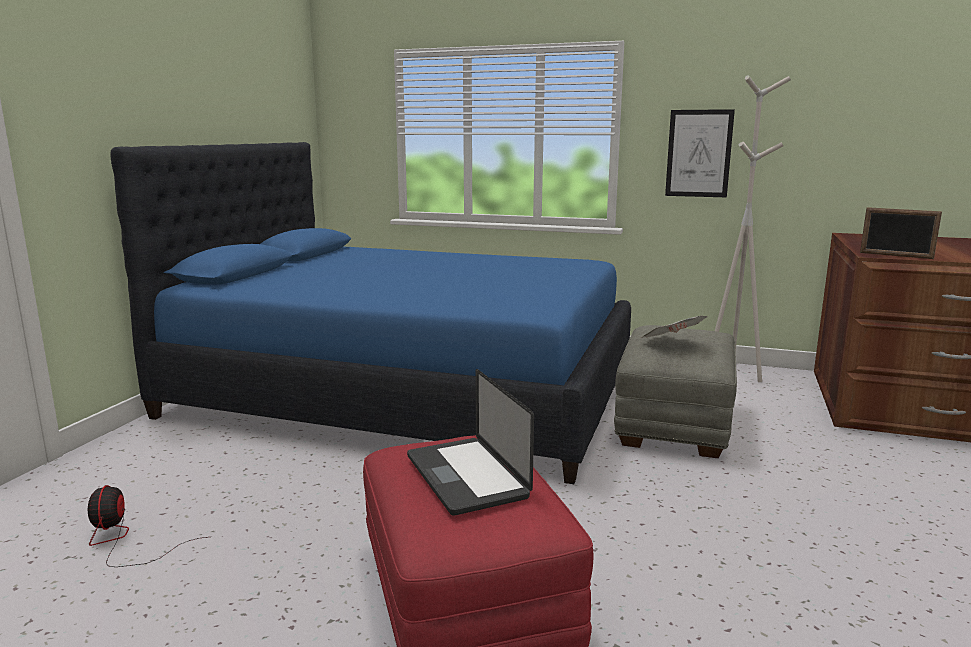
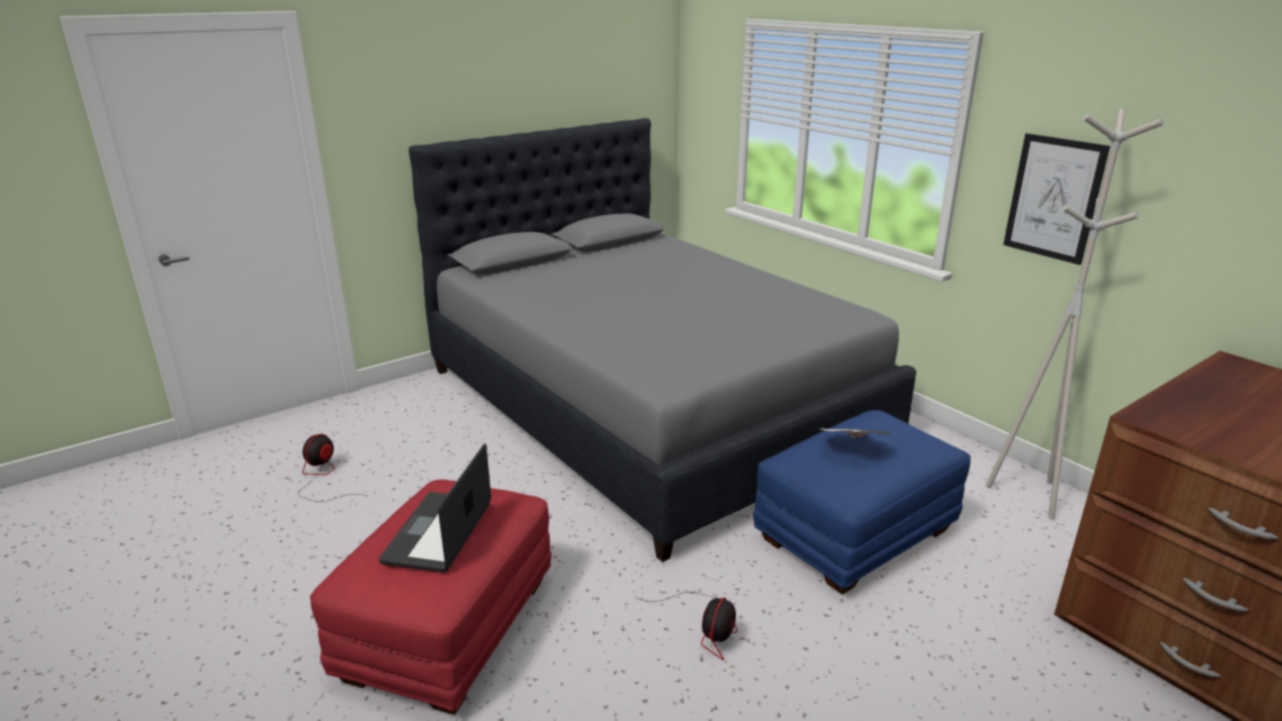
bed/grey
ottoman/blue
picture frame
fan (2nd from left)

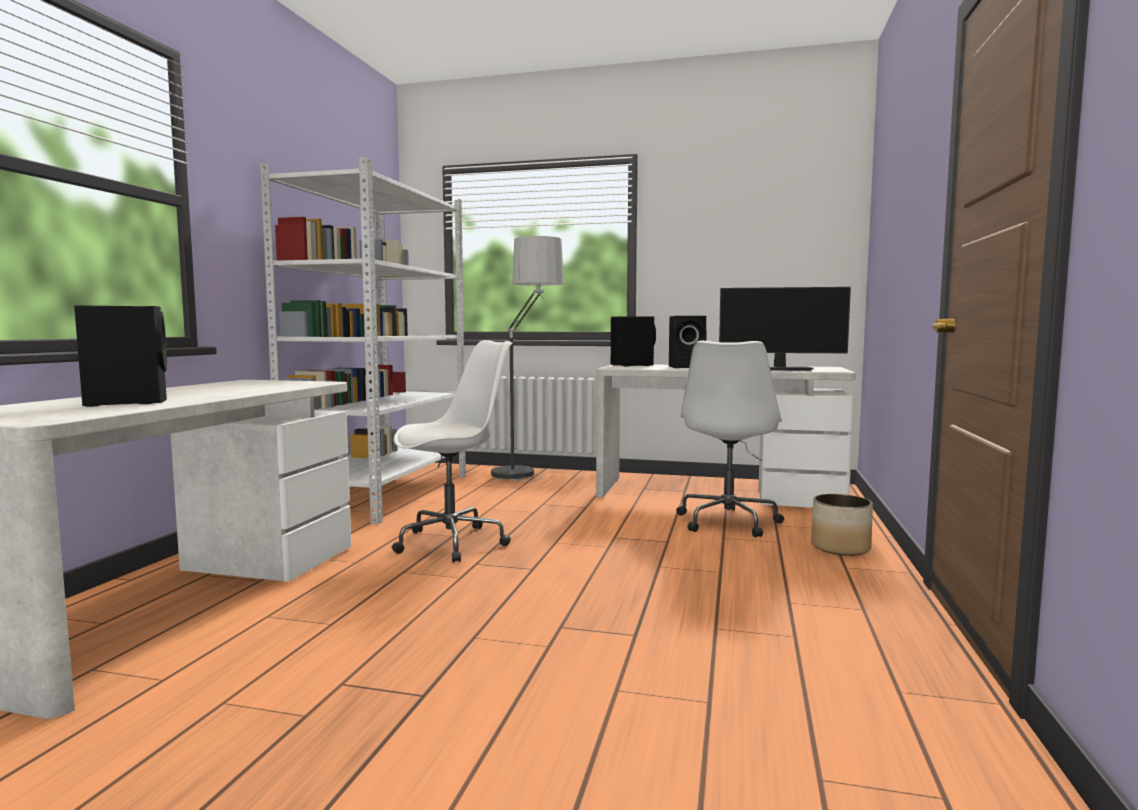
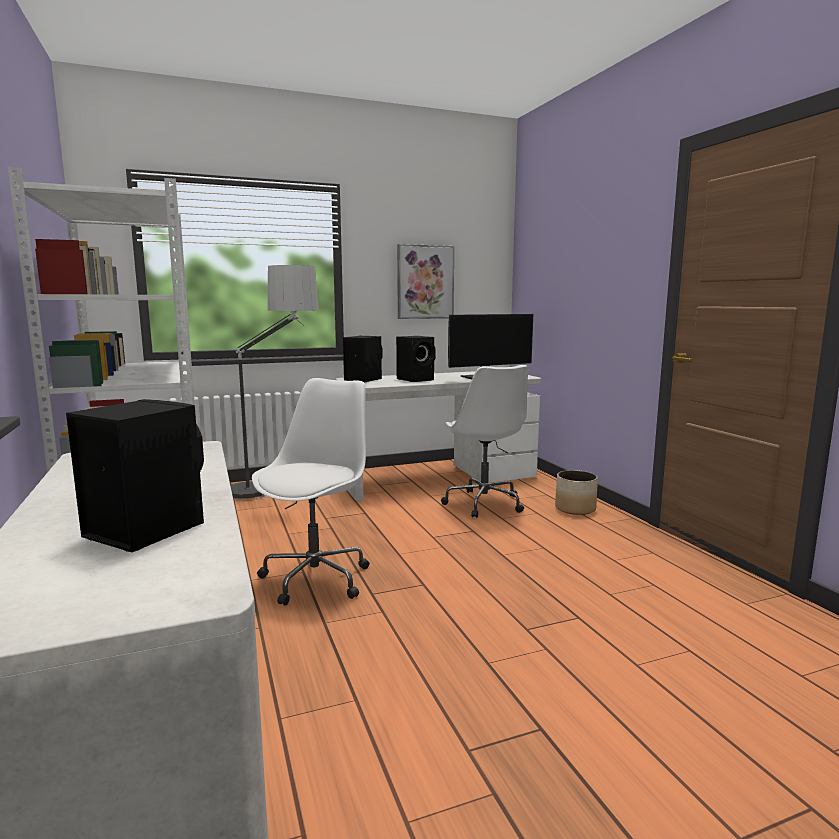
picture

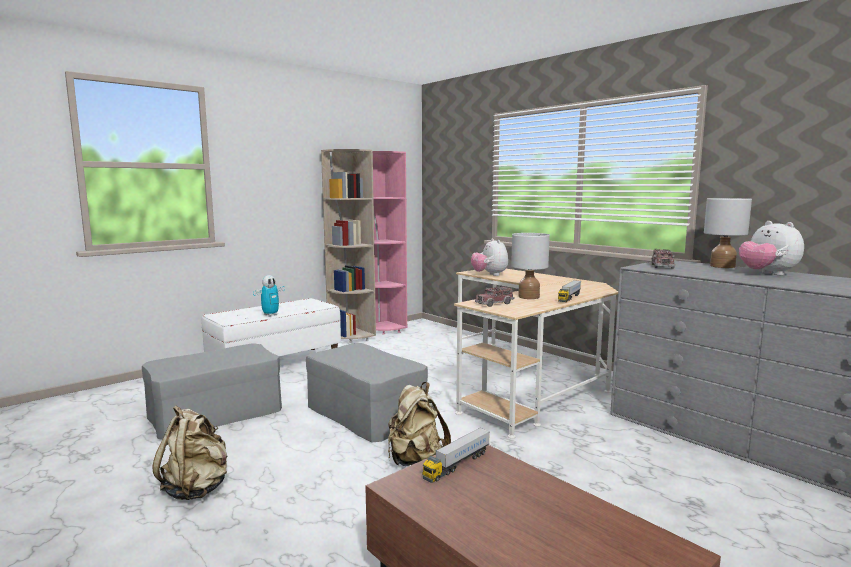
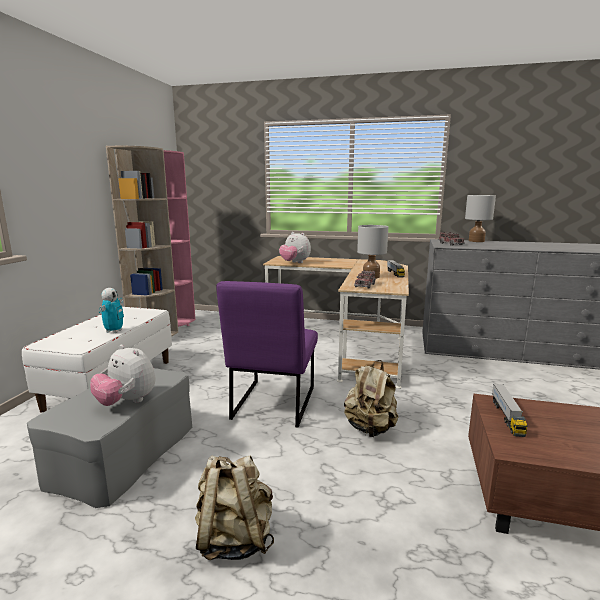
chair/purple
plush toy (1st from left)

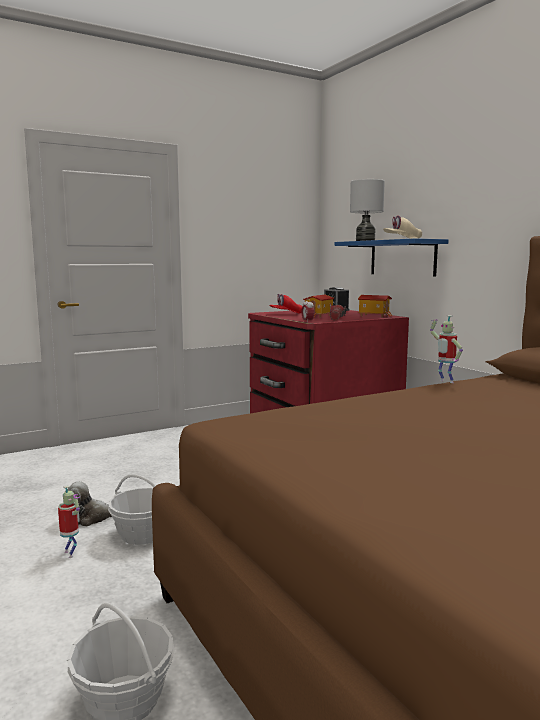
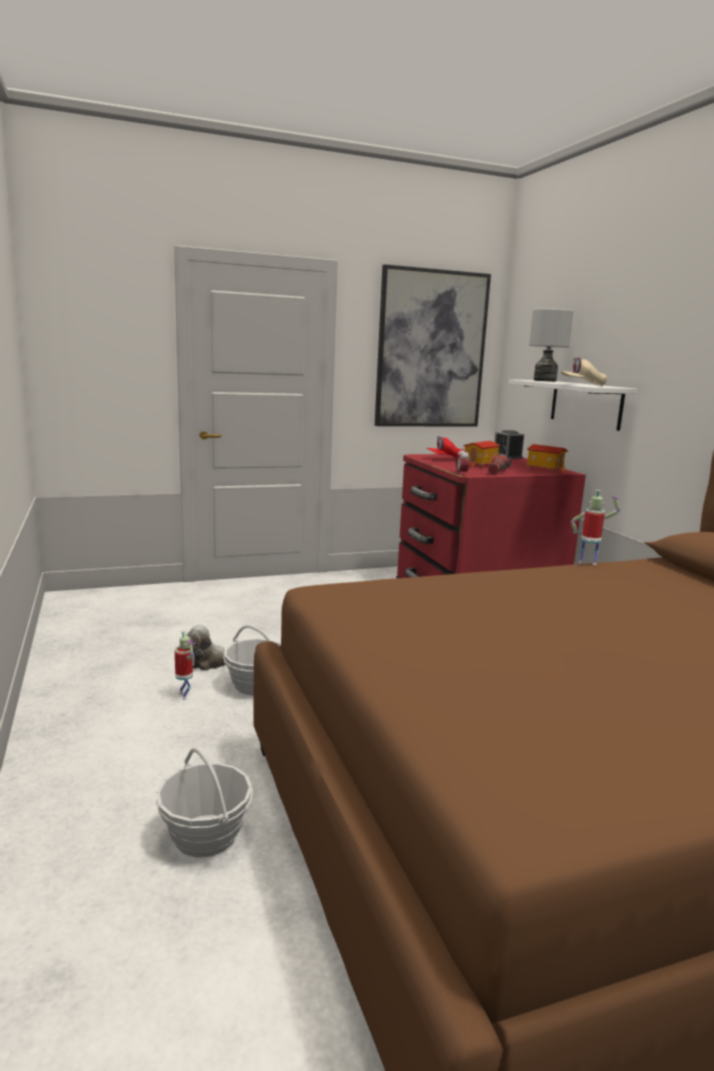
shelf/white
toy robot (2nd from left)
picture

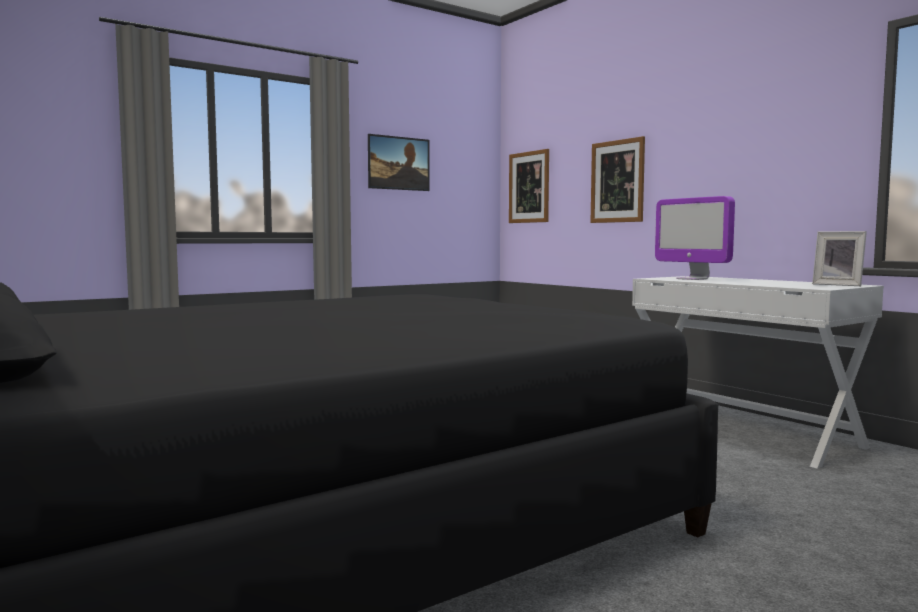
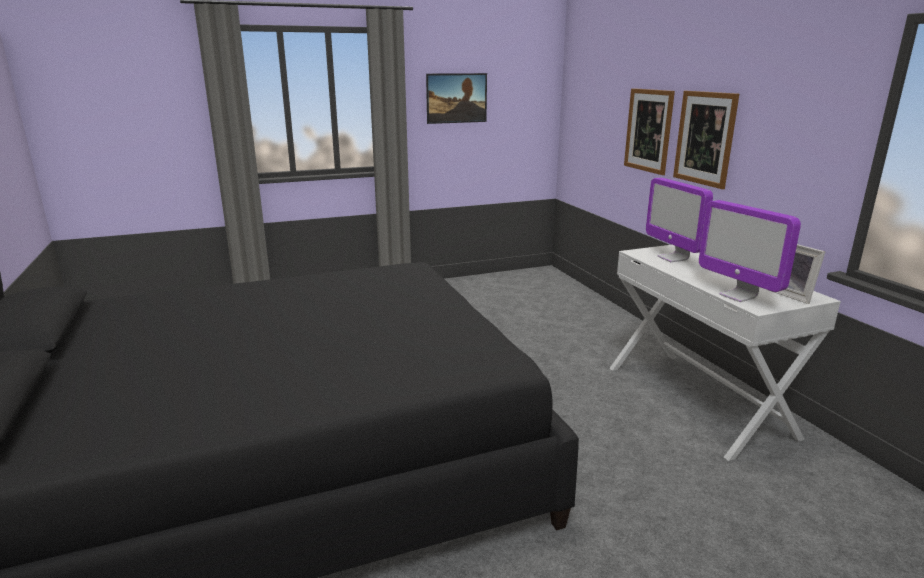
picture (3rd from left)
monitor (2nd from left)

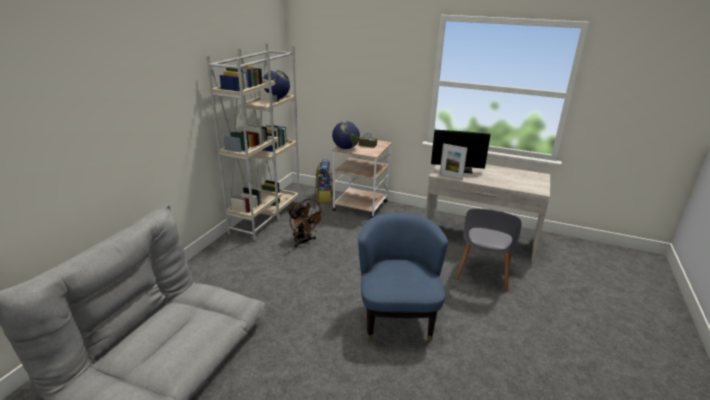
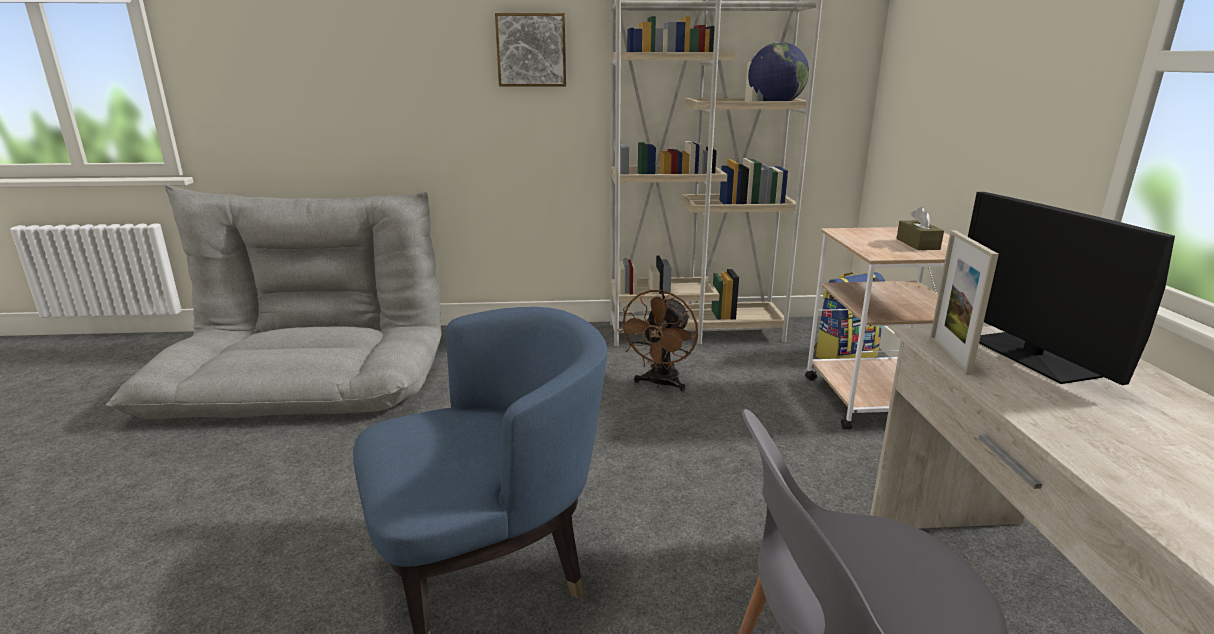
globe (2nd from left in the first image)
picture

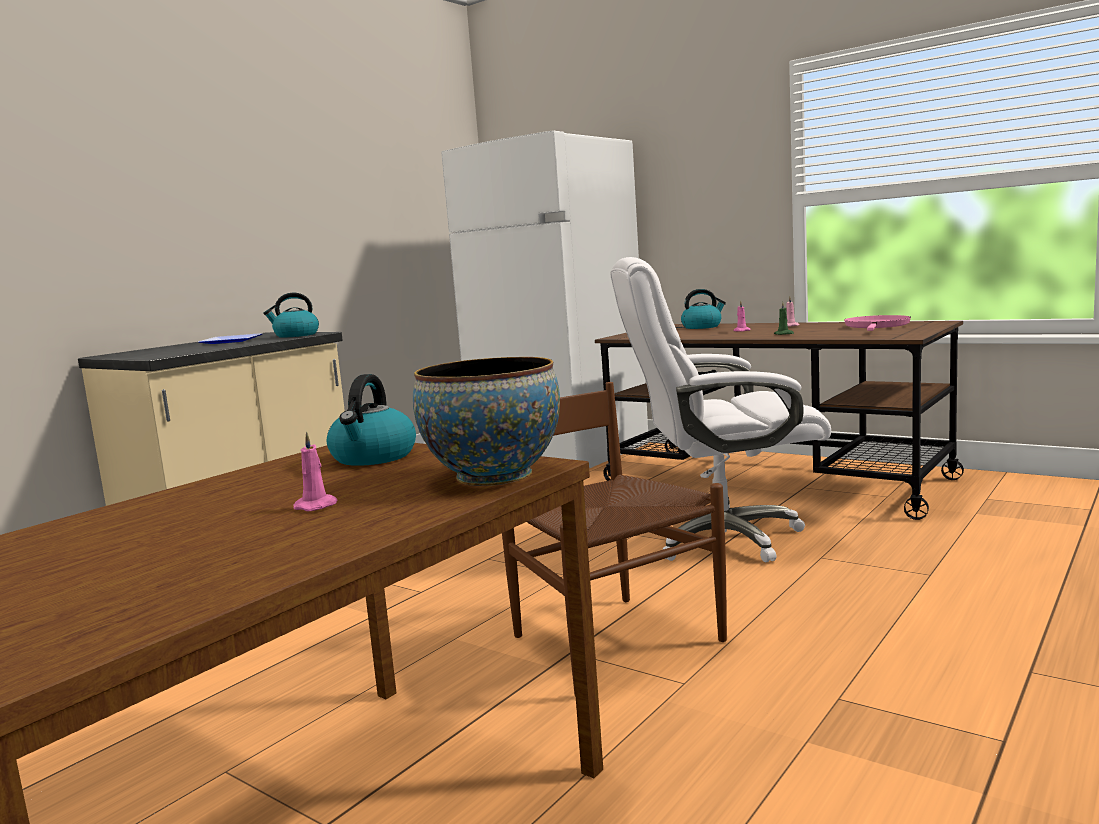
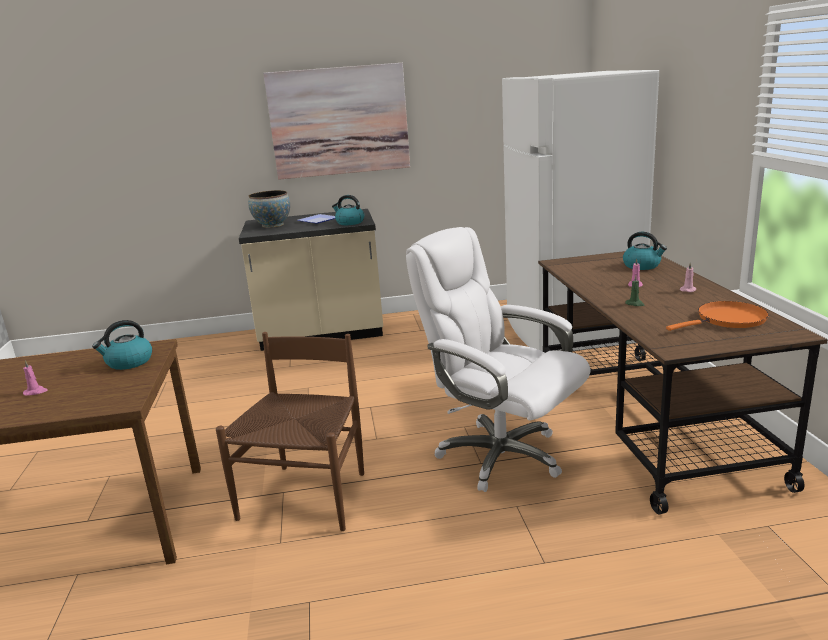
bowl
frying pan/orange
picture

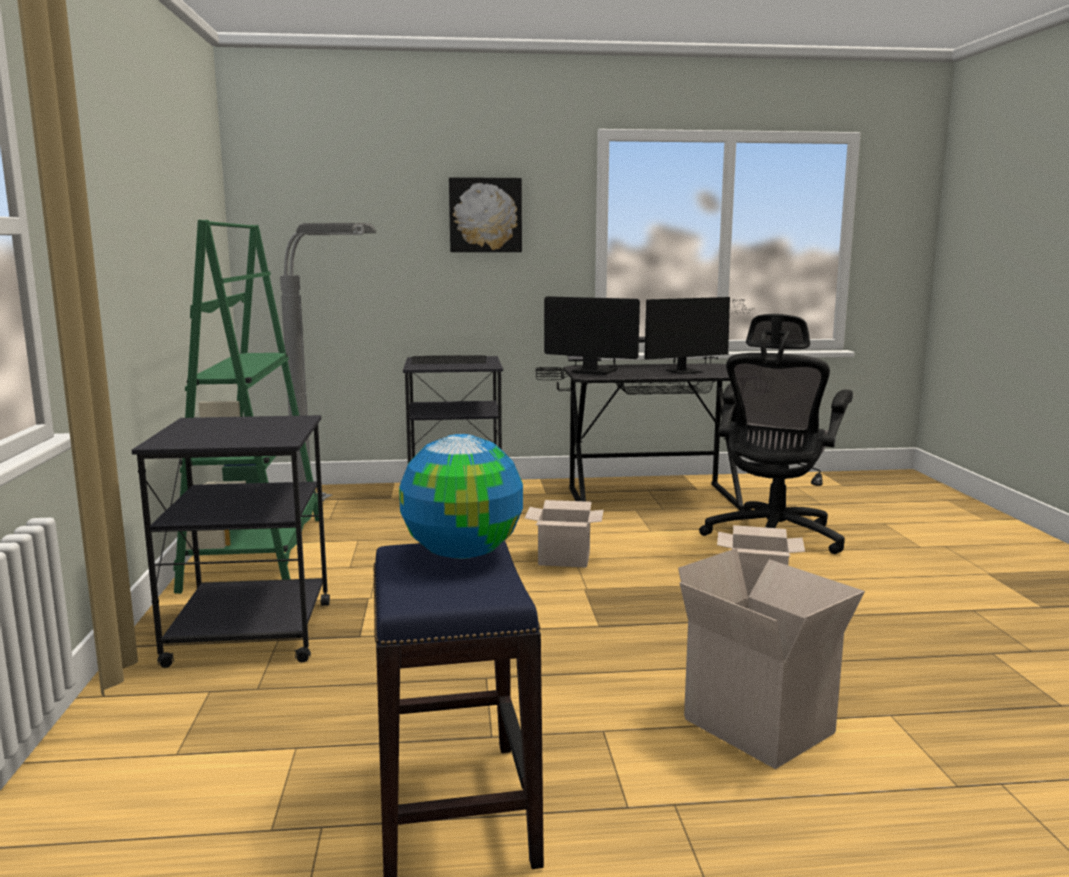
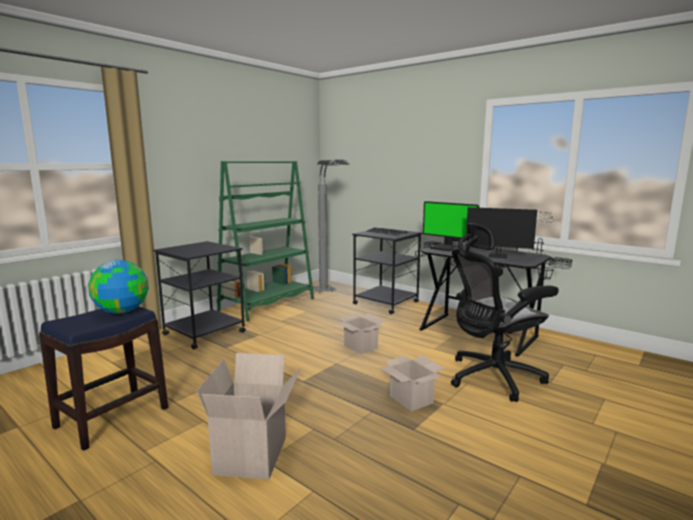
picture
monitor (1st from left)

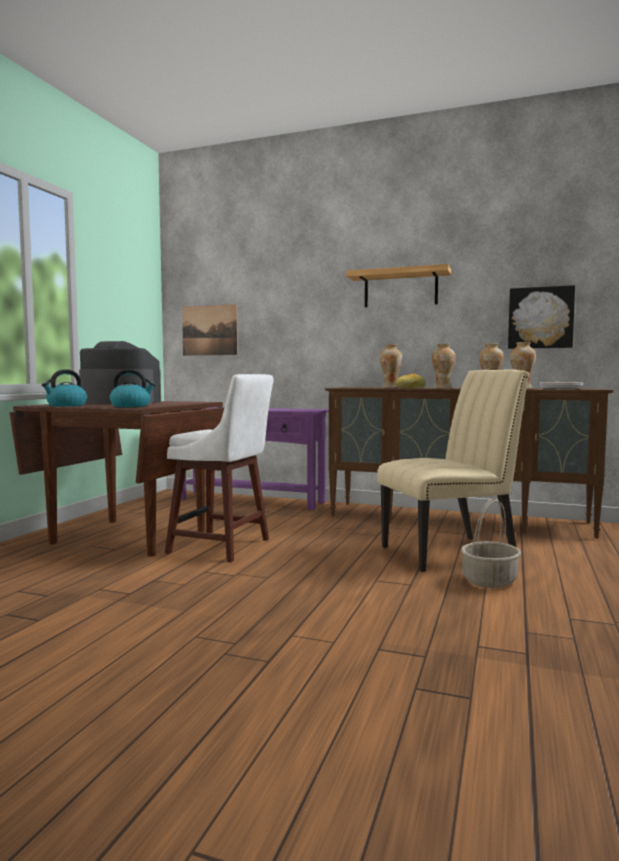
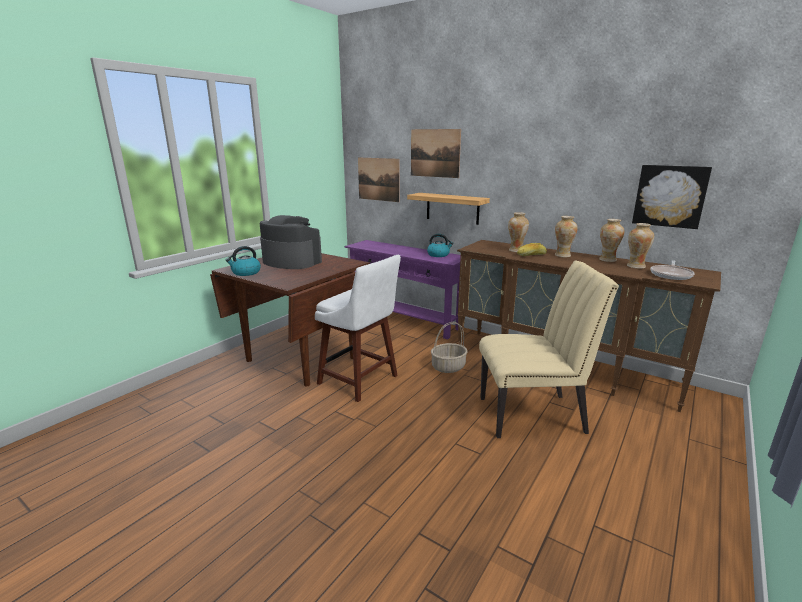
kettle (2nd from left)
shelf
basket
picture (2nd from left)

